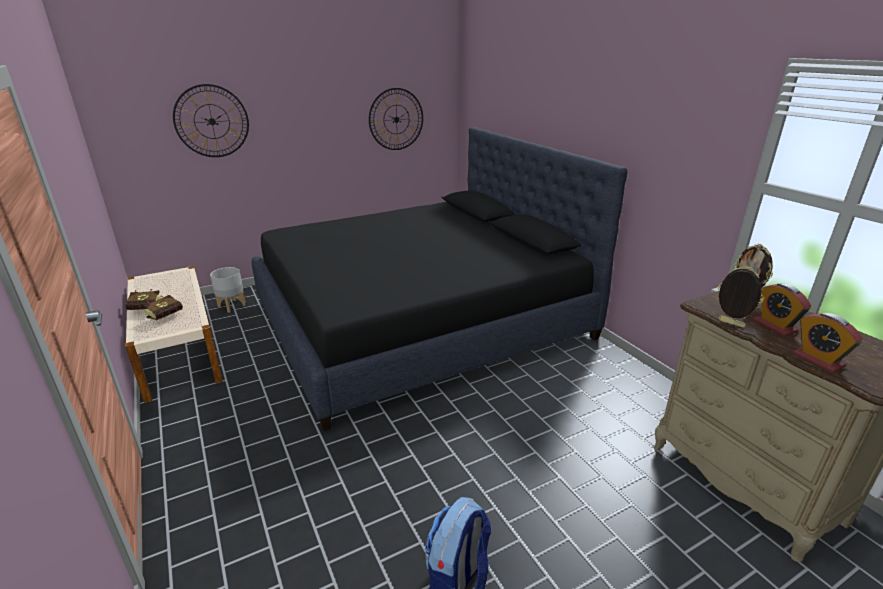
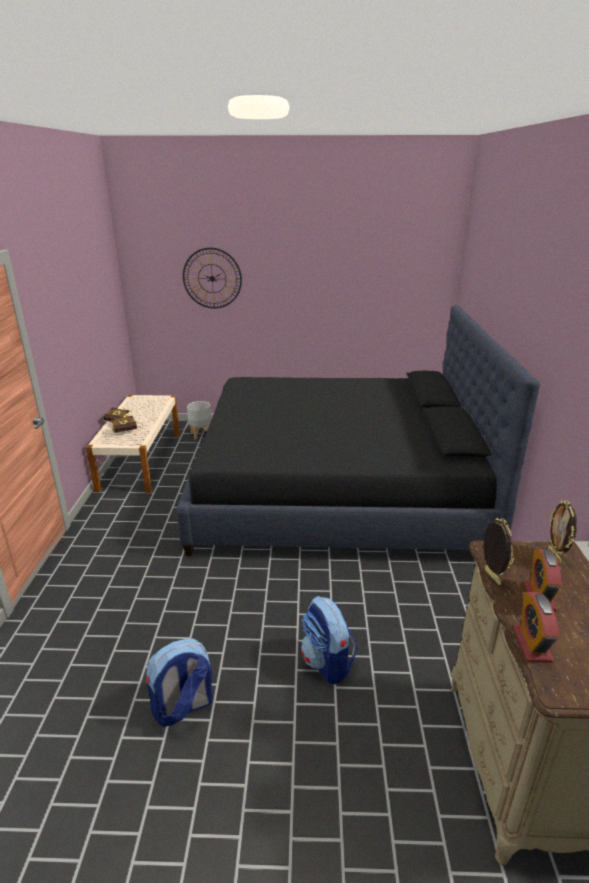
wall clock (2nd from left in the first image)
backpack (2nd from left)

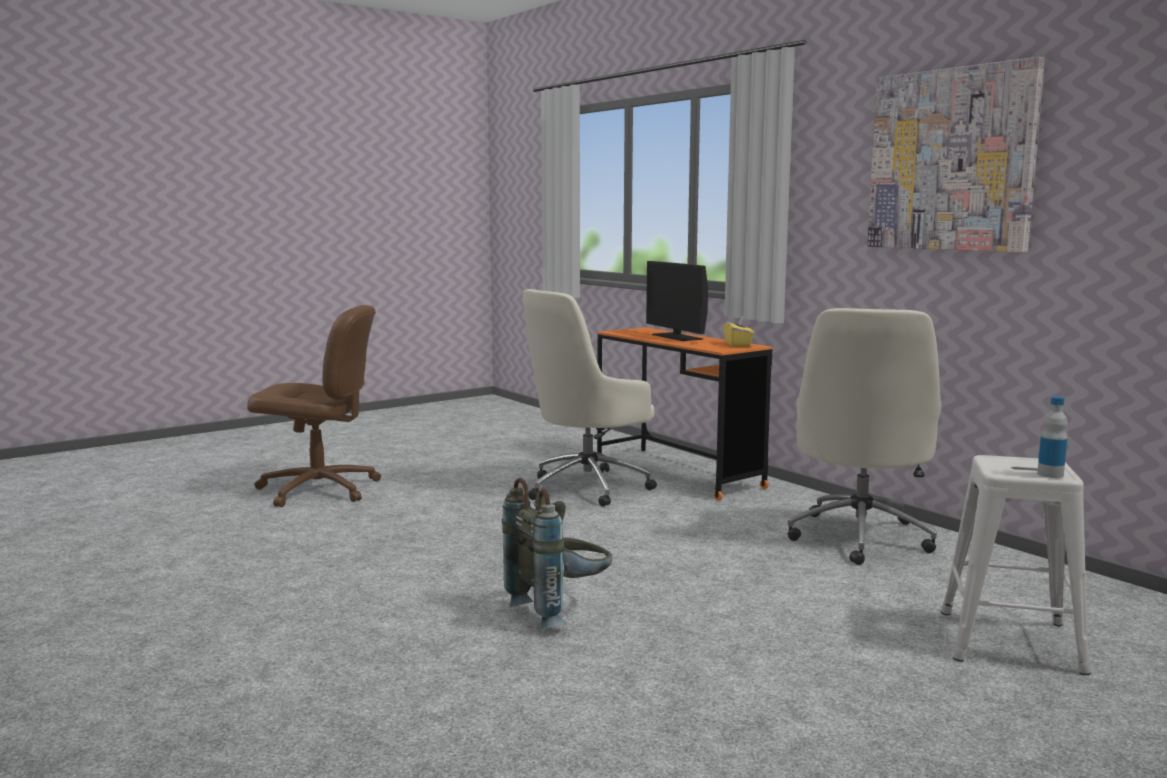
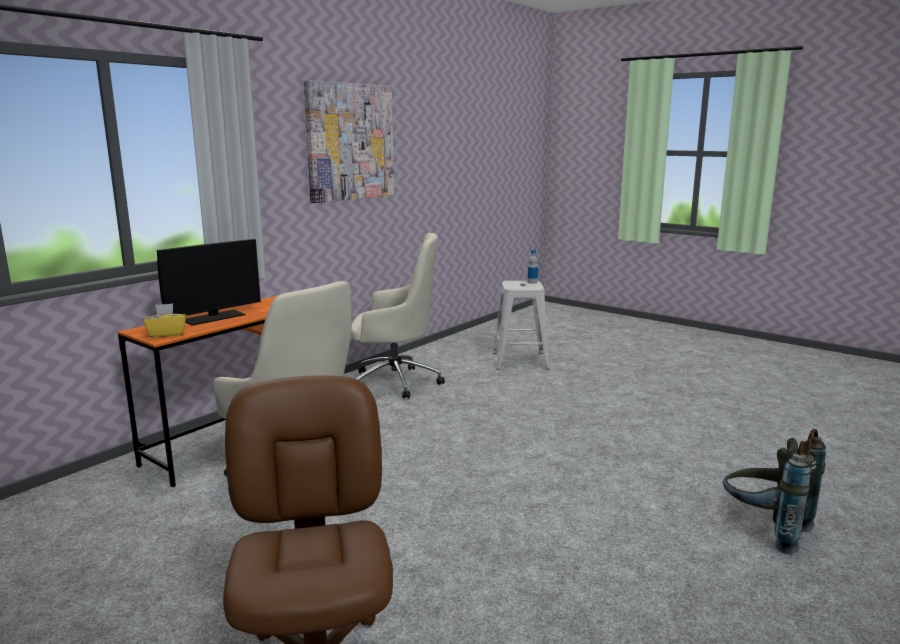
backpack/grey
tissue box/yellow

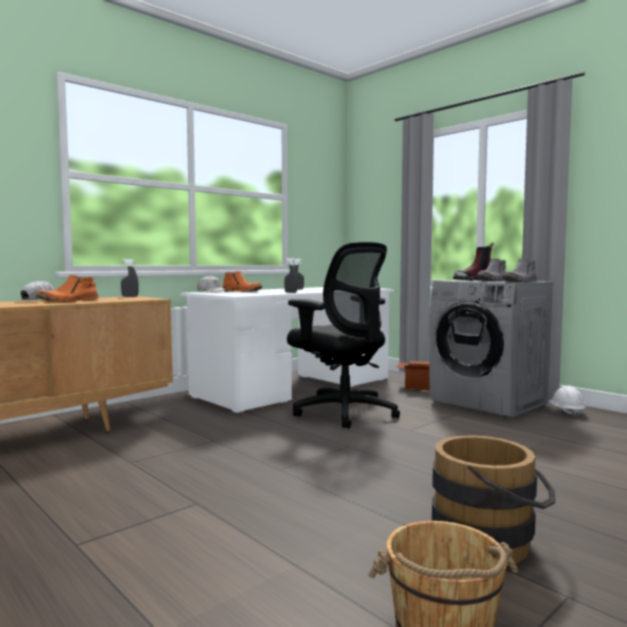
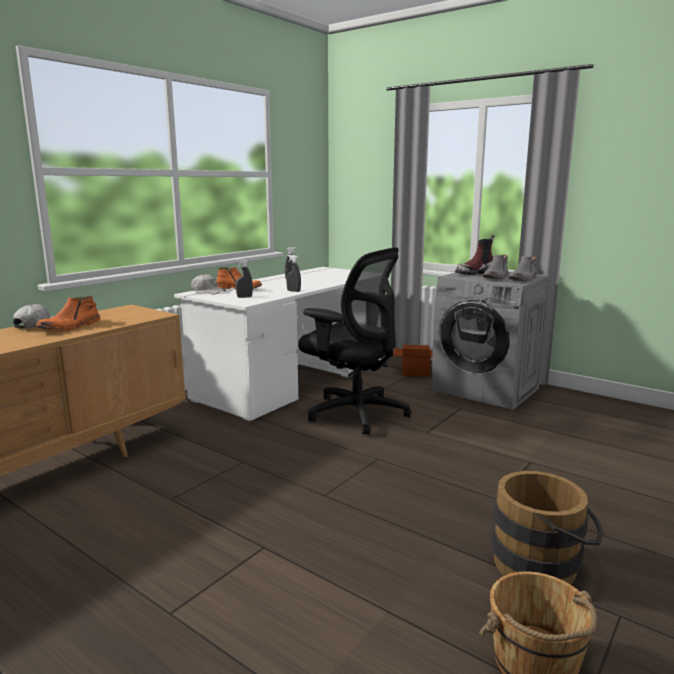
spray bottle/grey (1st from left)
hard hat/white

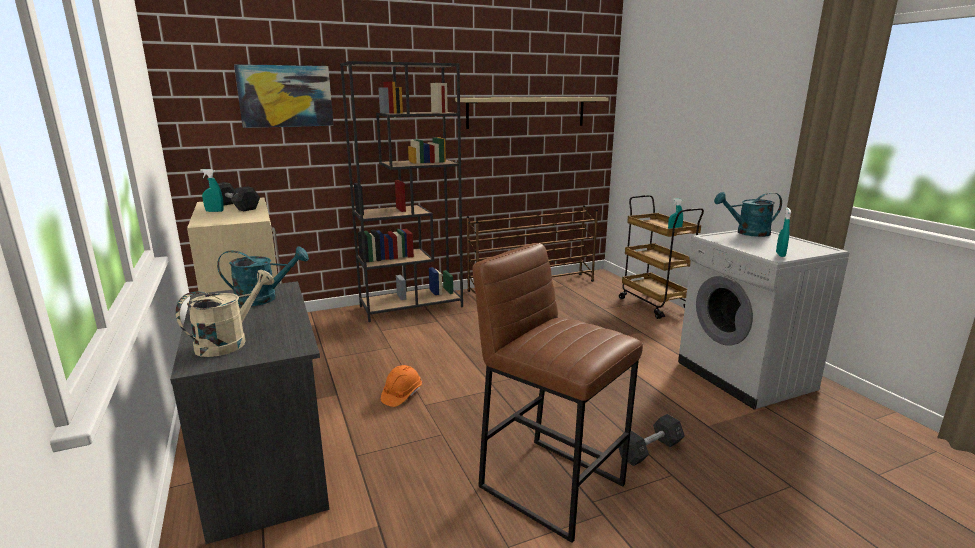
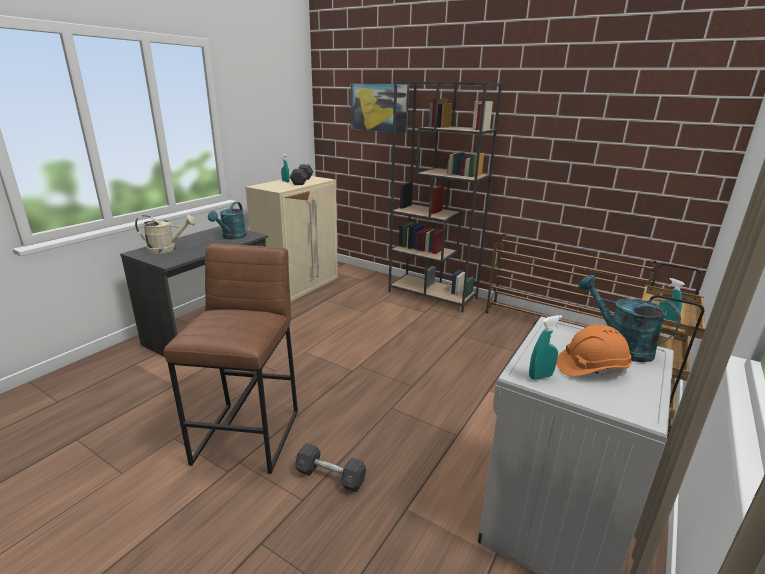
watering can/turquoise (1st from left)
hard hat/orange
shelf/beige

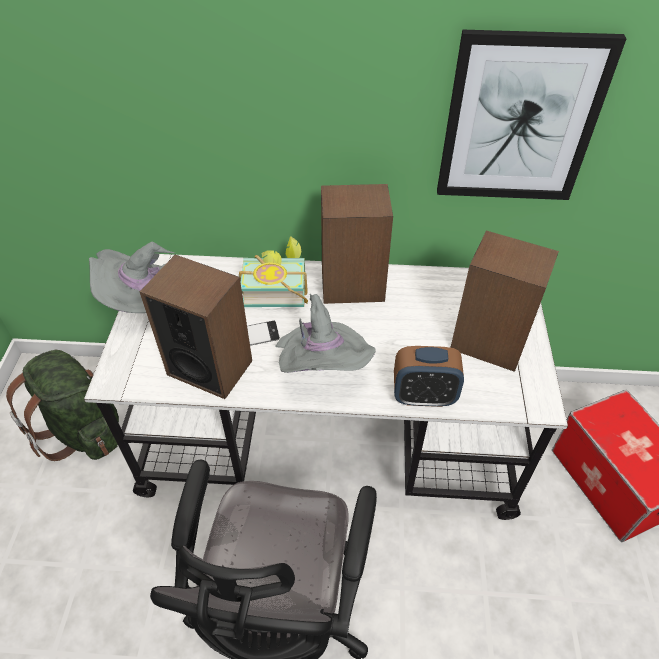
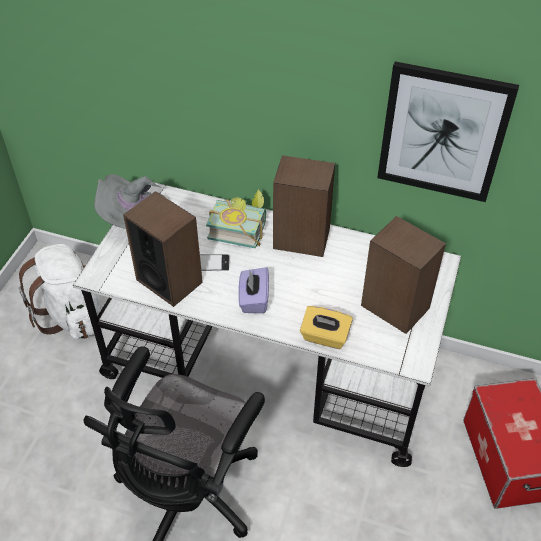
backpack/white
tissue box/purple
tissue box/yellow

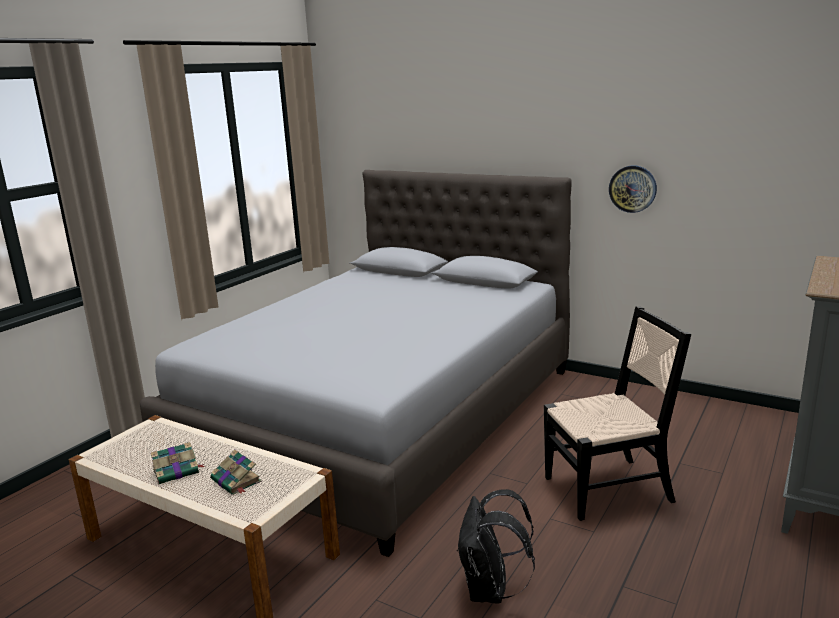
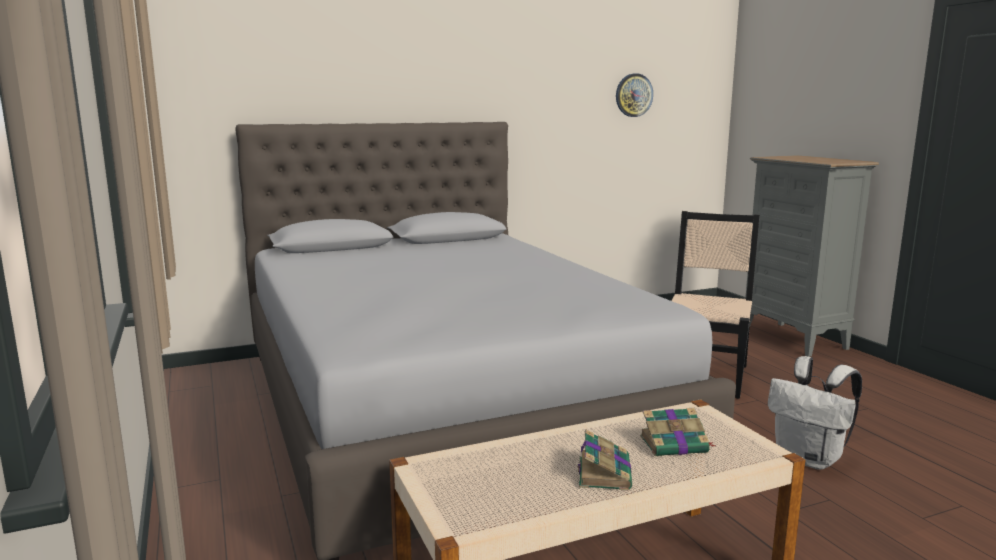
backpack/white
wall clock

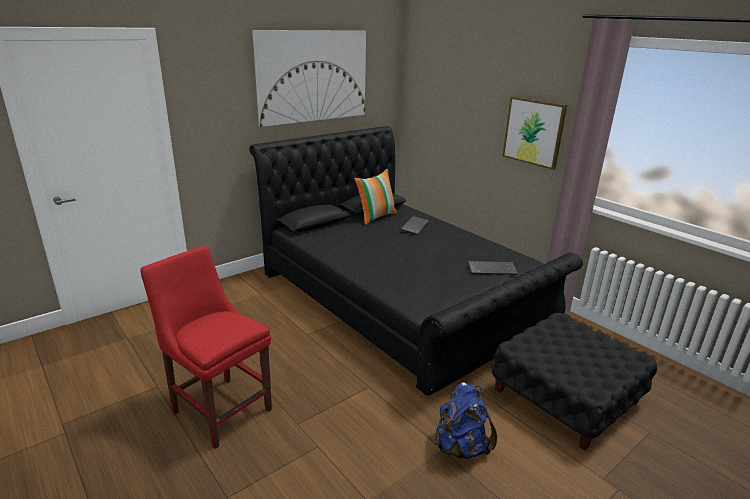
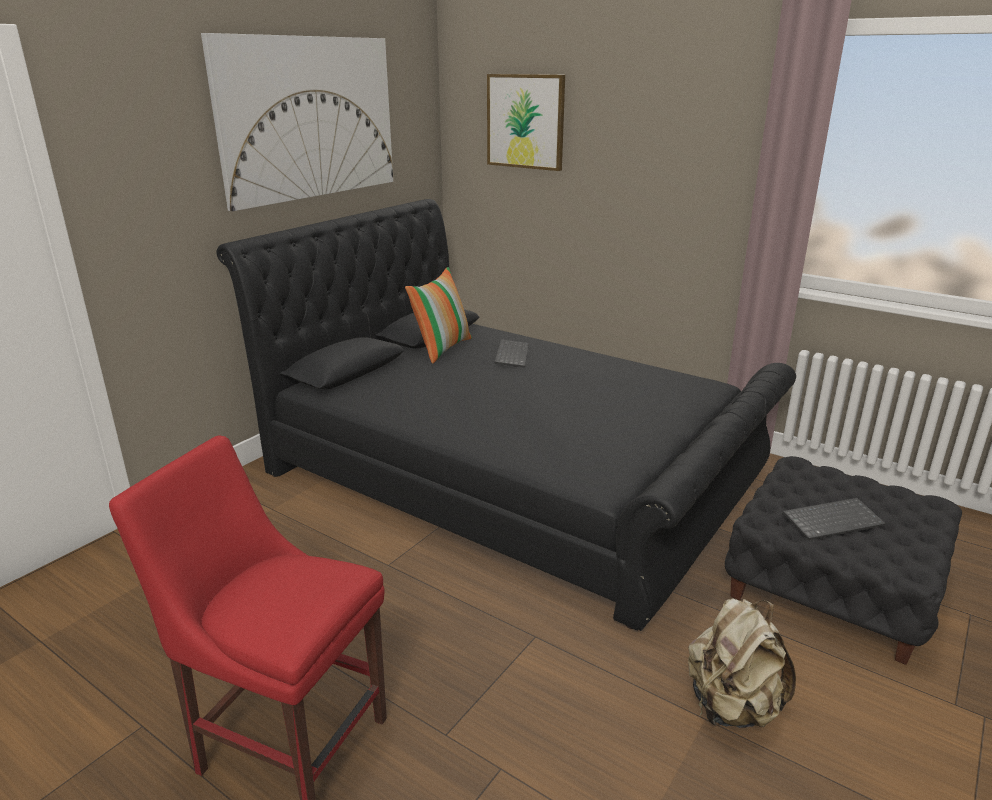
backpack/beige
keyboard (2nd from left)
picture (2nd from left)

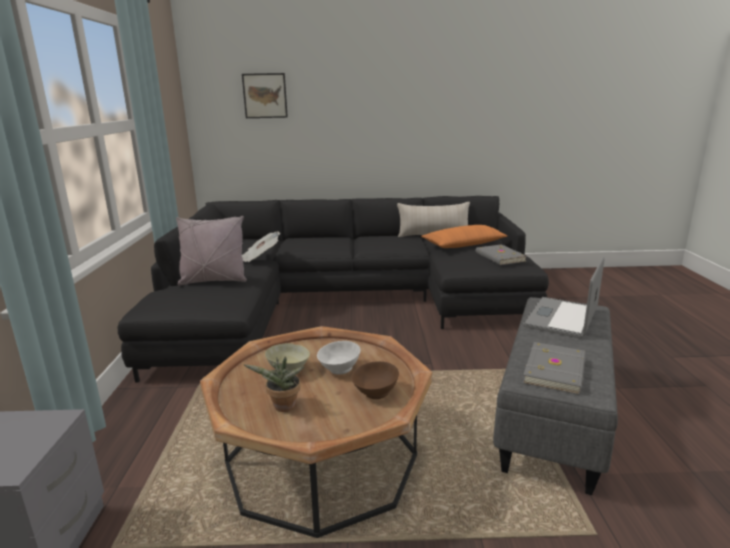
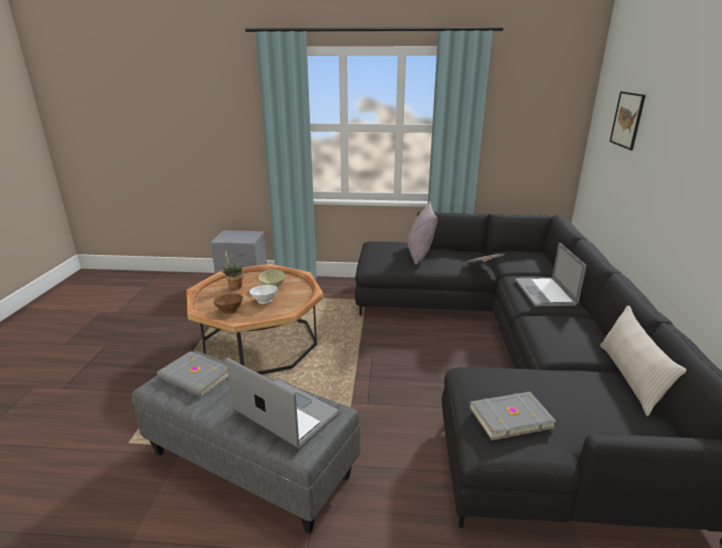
pillow/orange
laptop (2nd from left)

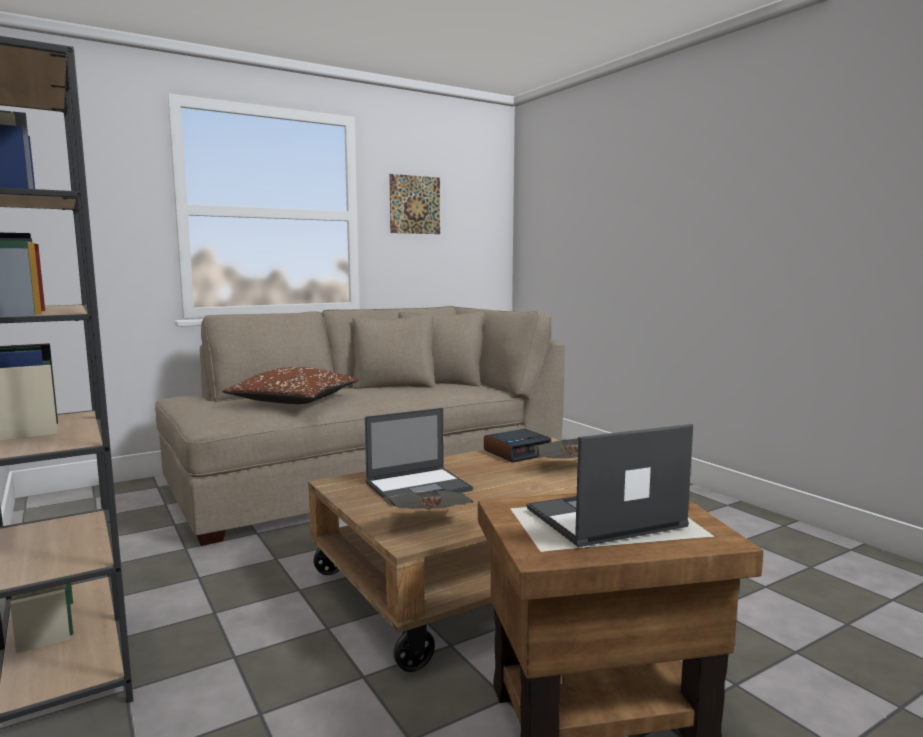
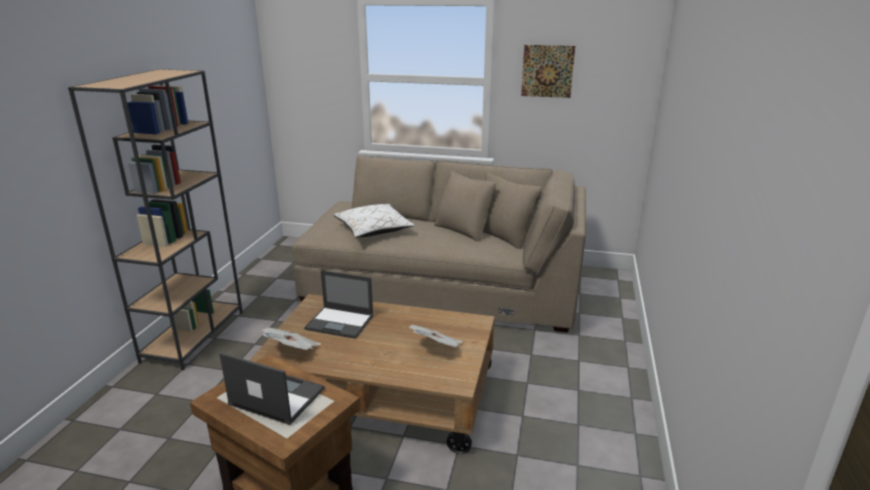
pillow/white
alarm clock

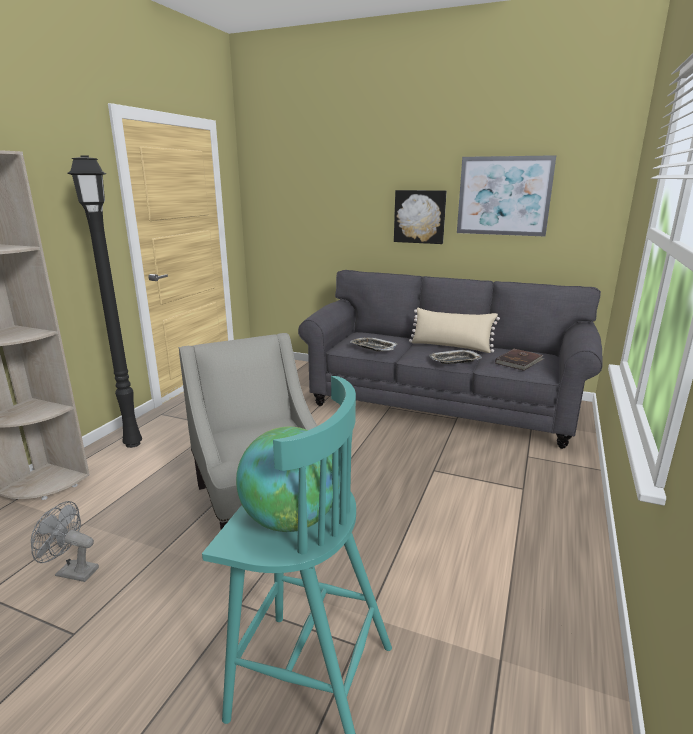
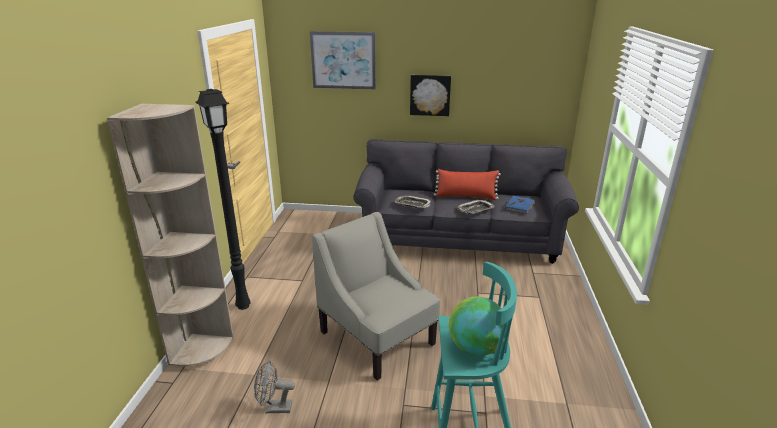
pillow/red
picture (1st from left)
book/blue

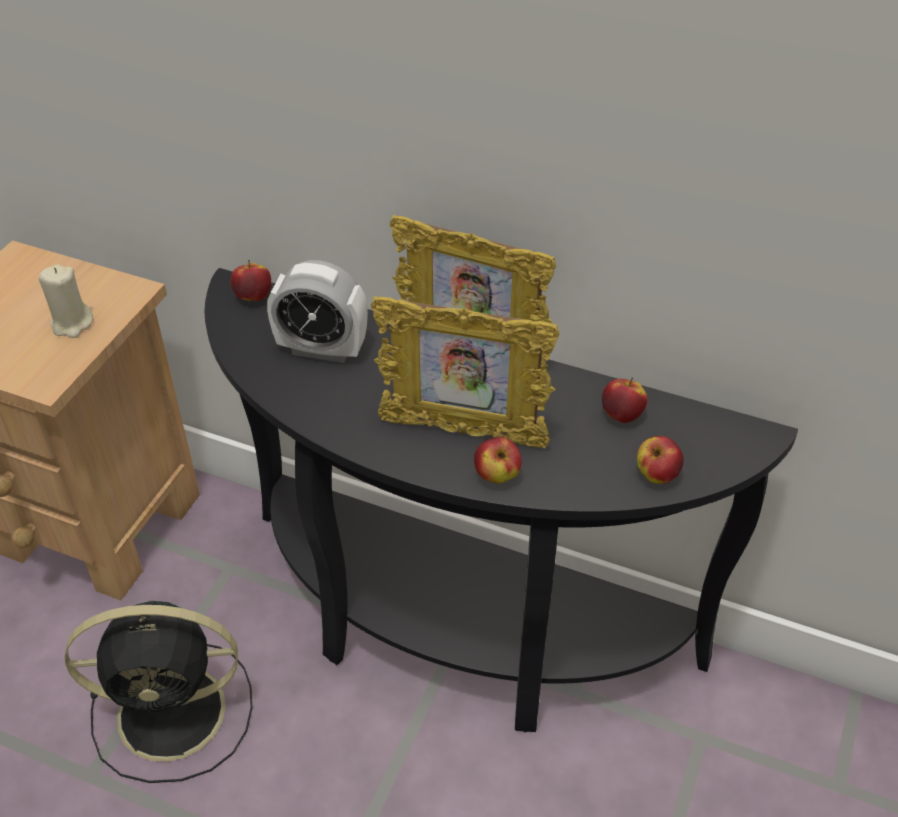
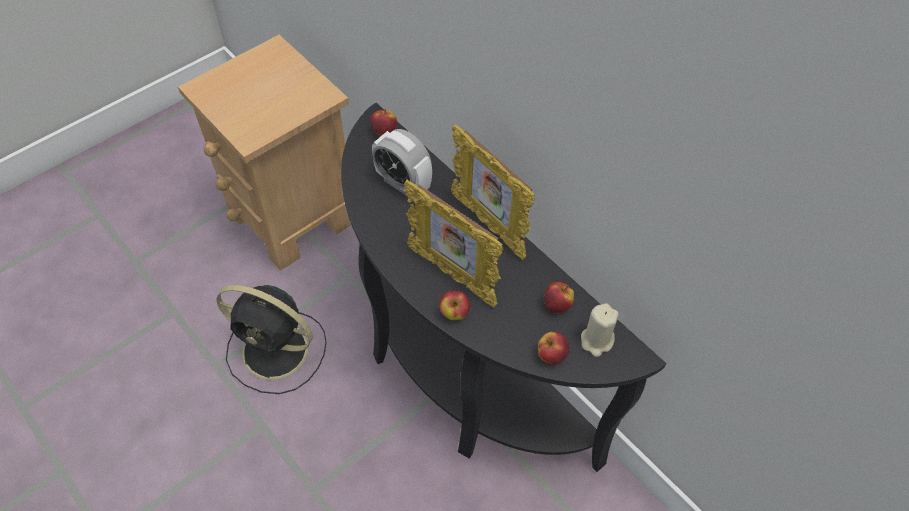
candle/beige

